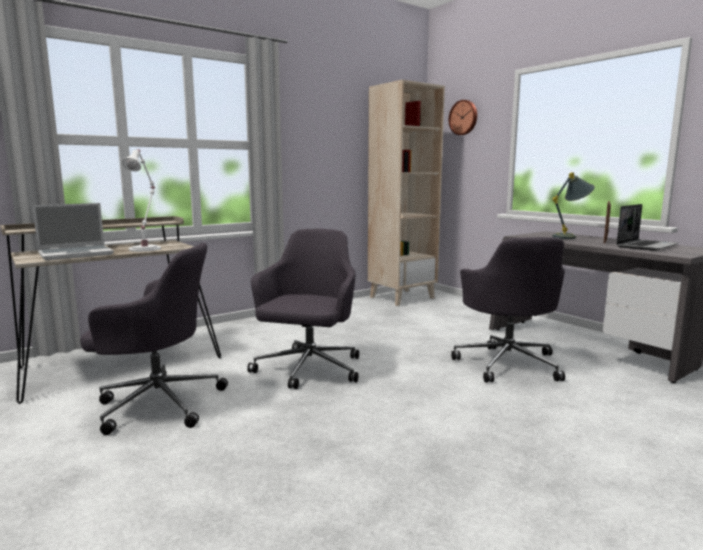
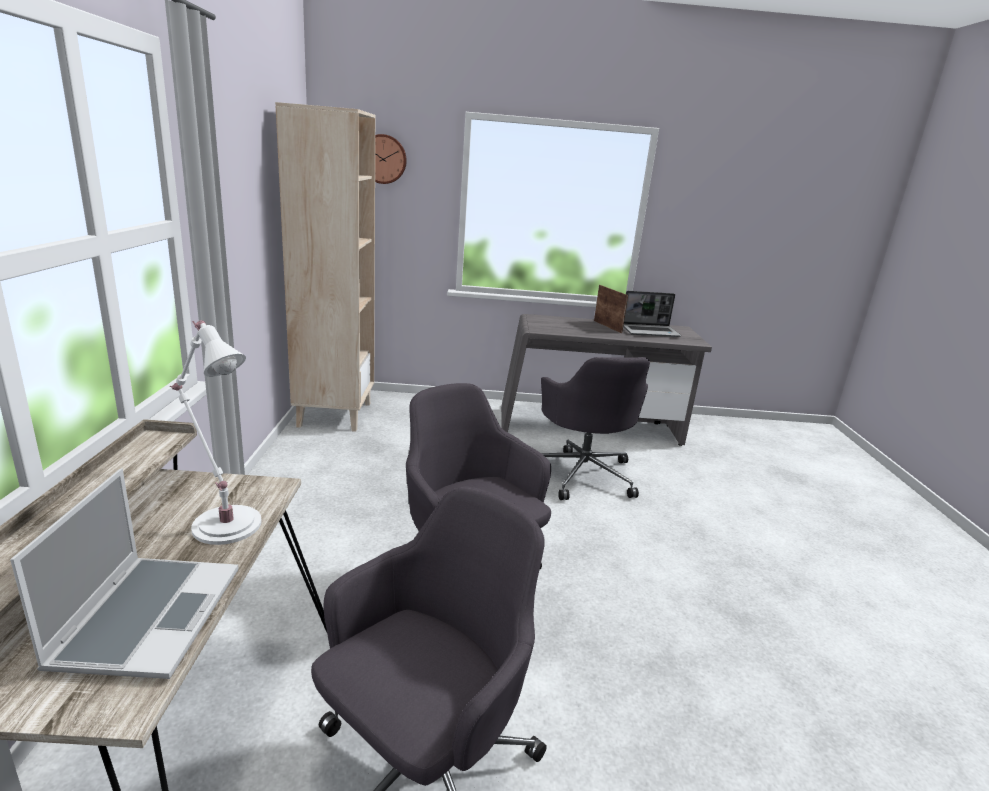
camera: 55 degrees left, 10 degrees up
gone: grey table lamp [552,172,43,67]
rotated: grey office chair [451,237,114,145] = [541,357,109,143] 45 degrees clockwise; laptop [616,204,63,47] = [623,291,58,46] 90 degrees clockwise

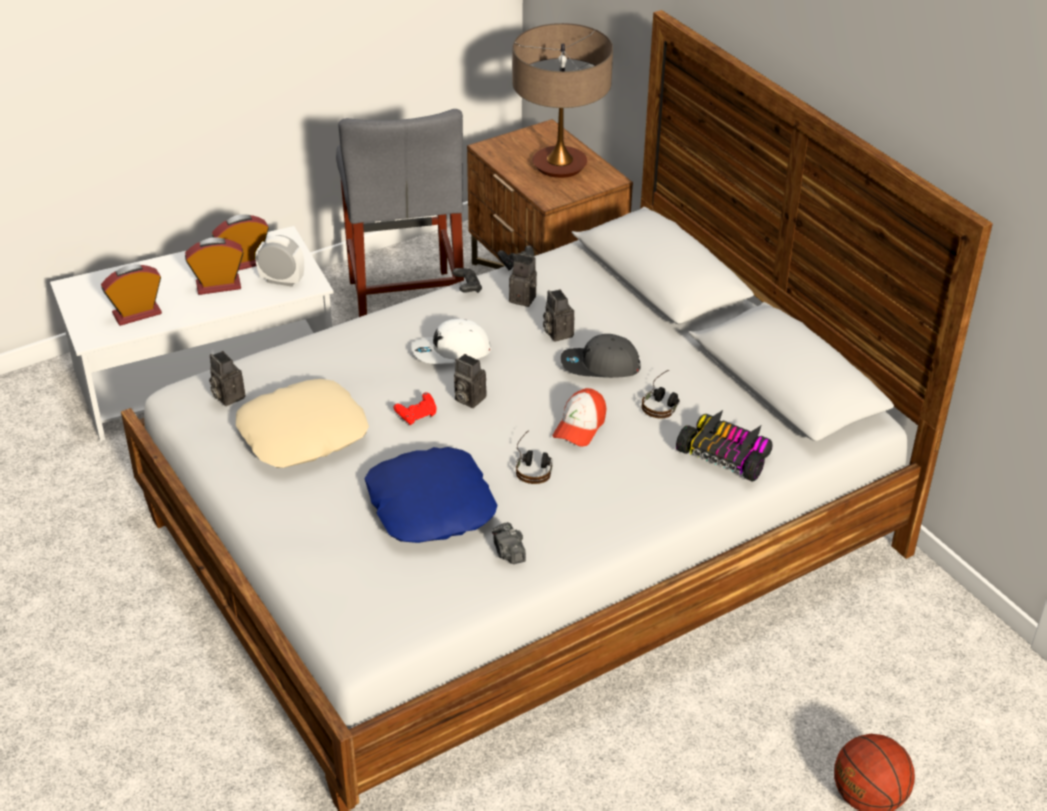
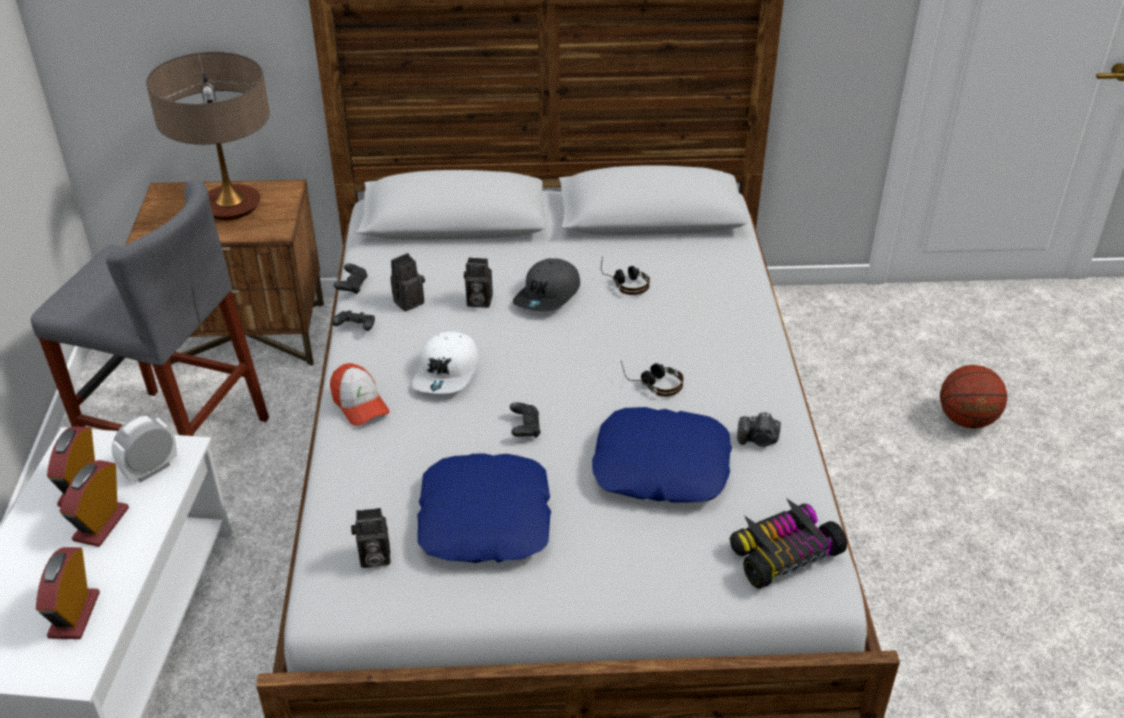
camera: 60 degrees left, 0 degrees up
gone: photo camera [454,354,33,54]
shifted: cap [553,388,53,59] to [330,363,60,63]; toy car [676,410,97,71] to [729,498,118,91]
repainted: beige pillow [236,379,133,89] to blue pillow [417,453,134,110]; red game controller [394,392,42,33] to black game controller [510,403,31,35]

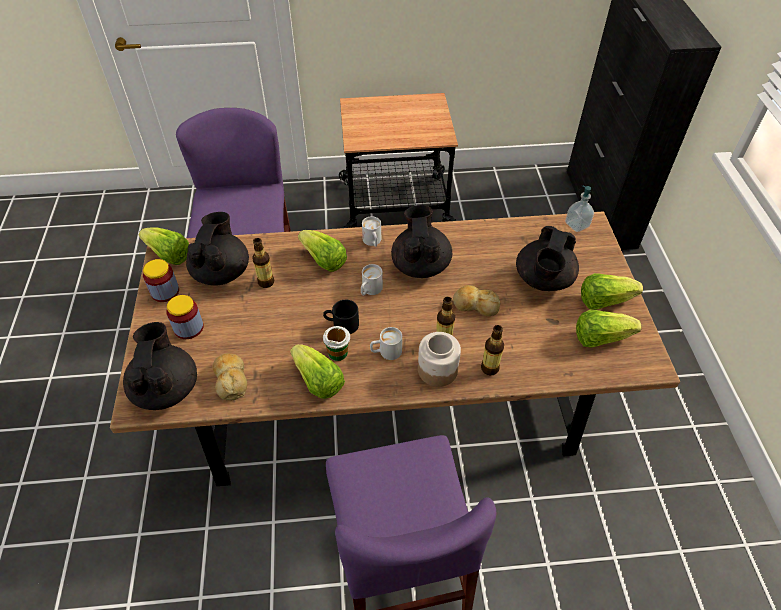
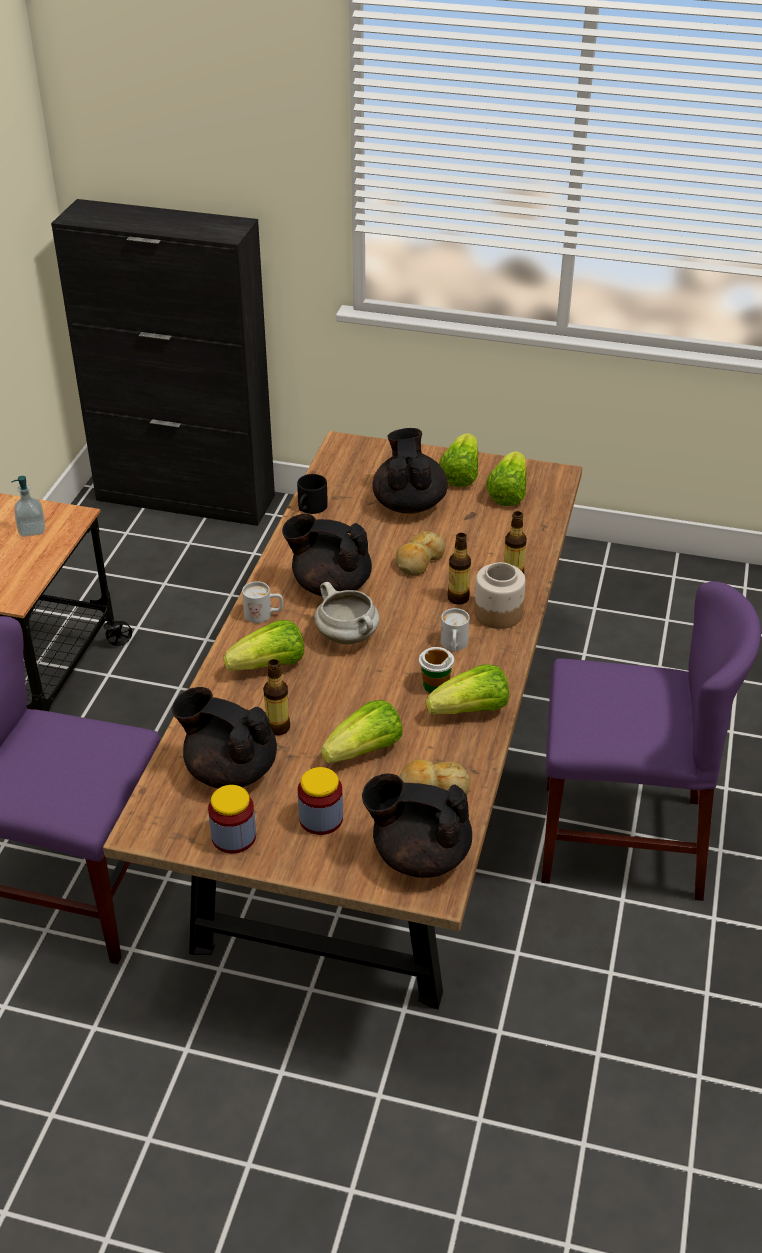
camera: 70 degrees left, 10 degrees down
shifted: lettuce [139,227,50,38] to [321,700,82,63]; black mug [323,300,36,34] to [297,474,31,40]; soap dispenser [565,185,29,47] to [11,476,34,61]
swapped: white mug [361,264,22,31] to white cooking pot [314,582,66,62]
rotated: black teapot [516,226,63,65] = [373,428,75,86] 135 degrees counterclockwise

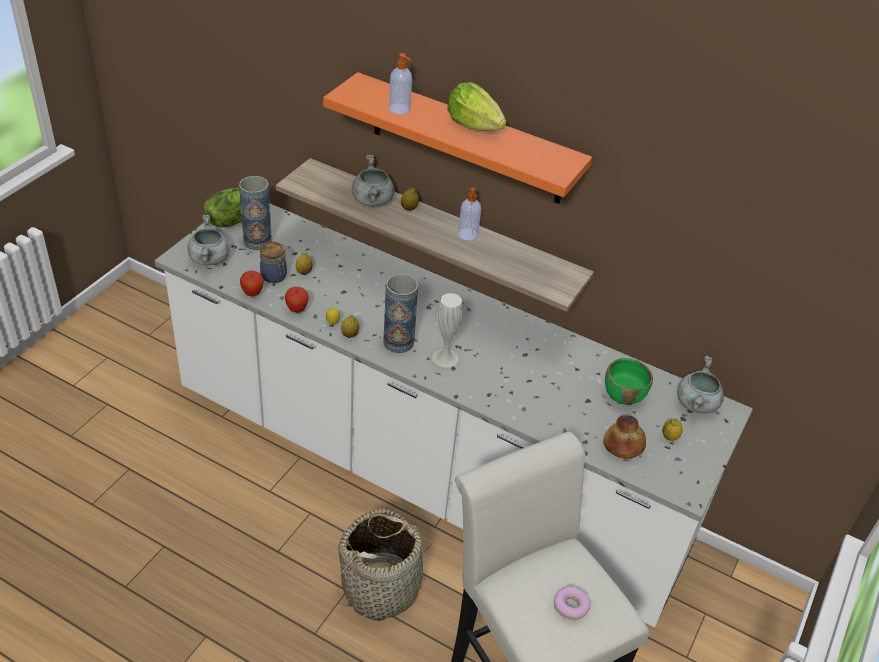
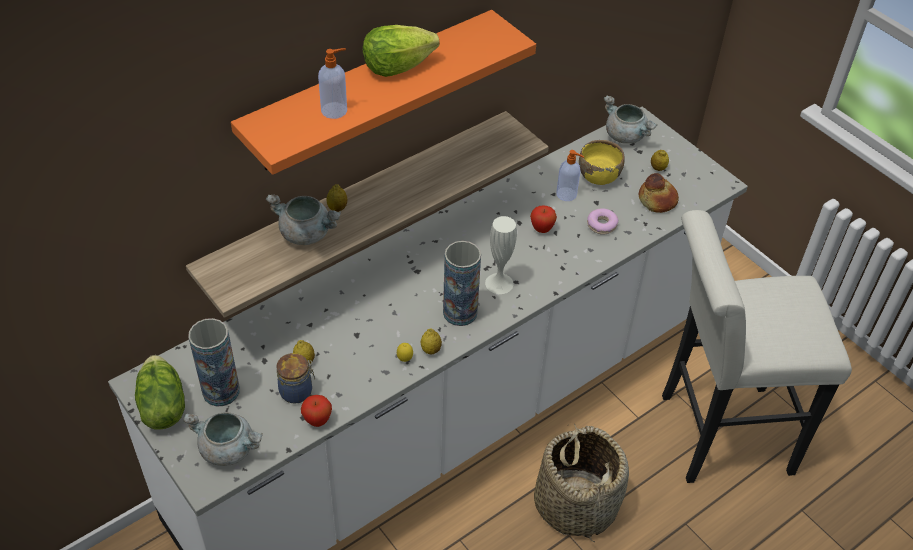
camera: 65 degrees left, 5 degrees up
shifted: apple [285,287,24,26] to [530,205,27,28]; soap dispenser [458,187,23,53] to [556,150,28,51]; donut [554,586,37,34] to [587,208,32,27]
repainted: green bowl [605,358,48,47] to yellow bowl [579,140,46,45]

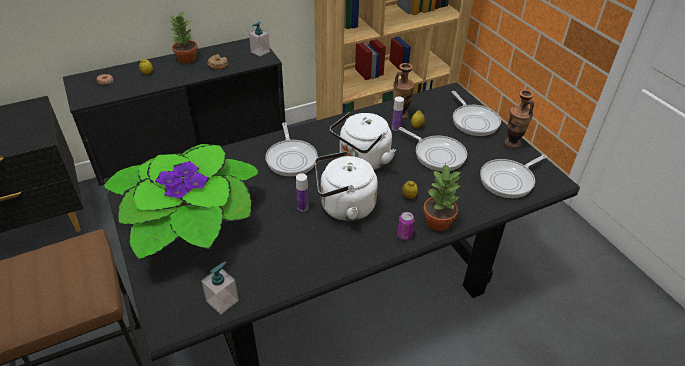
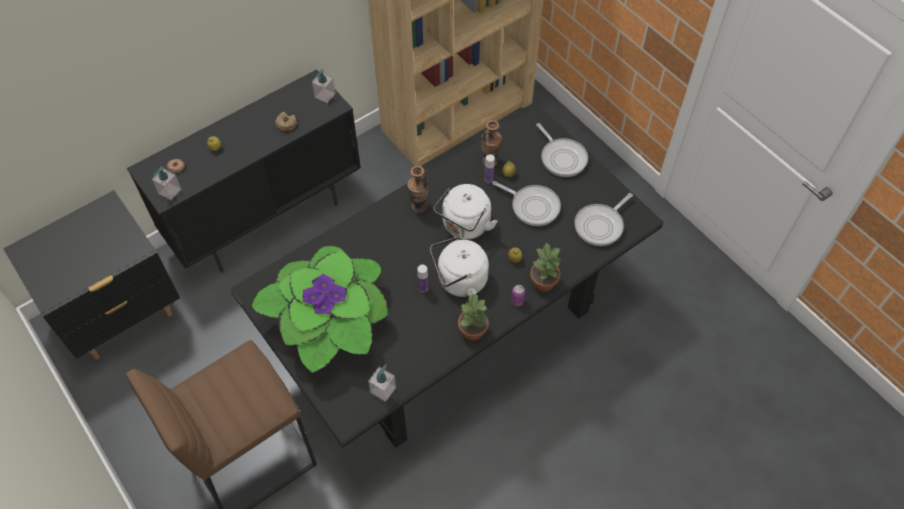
camera: 10 degrees left, 15 degrees up
gone: frying pan [265,123,53,53]
new: soap dispenser [152,166,29,34]
shifted: potted plant [168,12,30,52] to [458,293,31,48]; vase [504,89,30,60] to [407,166,22,47]

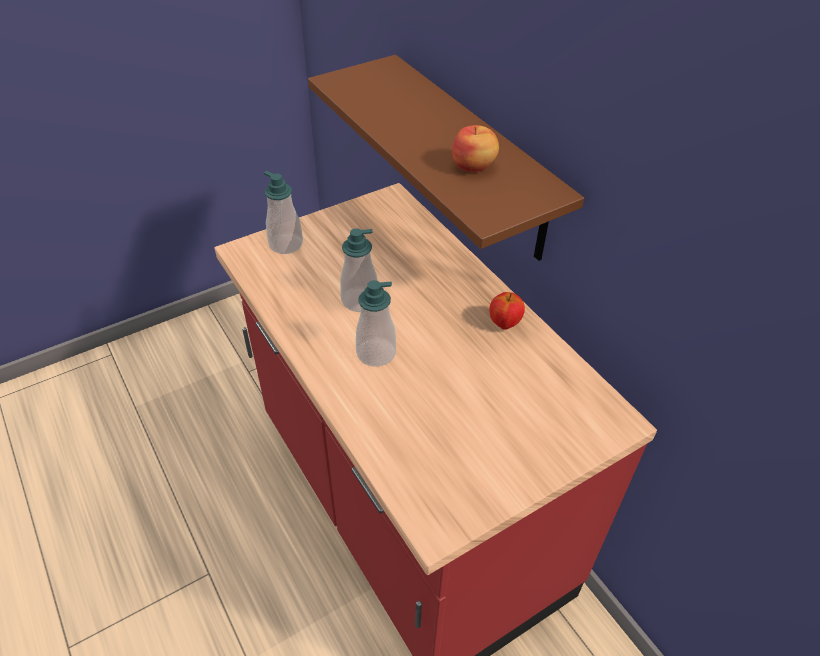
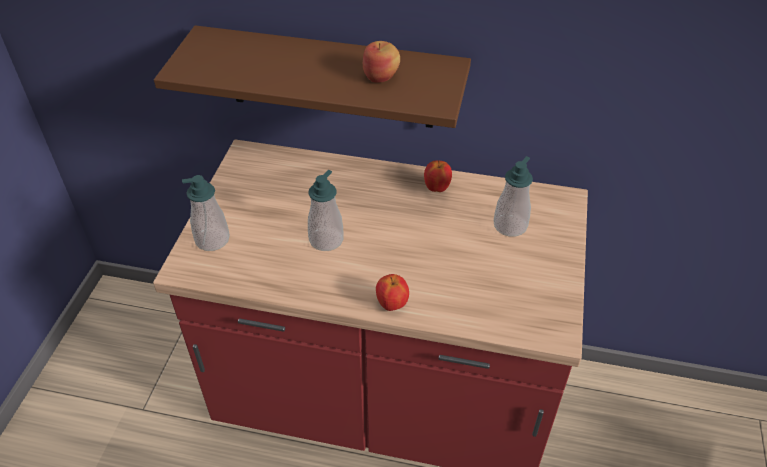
camera: 45 degrees left, 0 degrees up
new: apple [376,274,33,37]
shifted: soap dispenser [356,280,40,87] to [494,156,39,81]

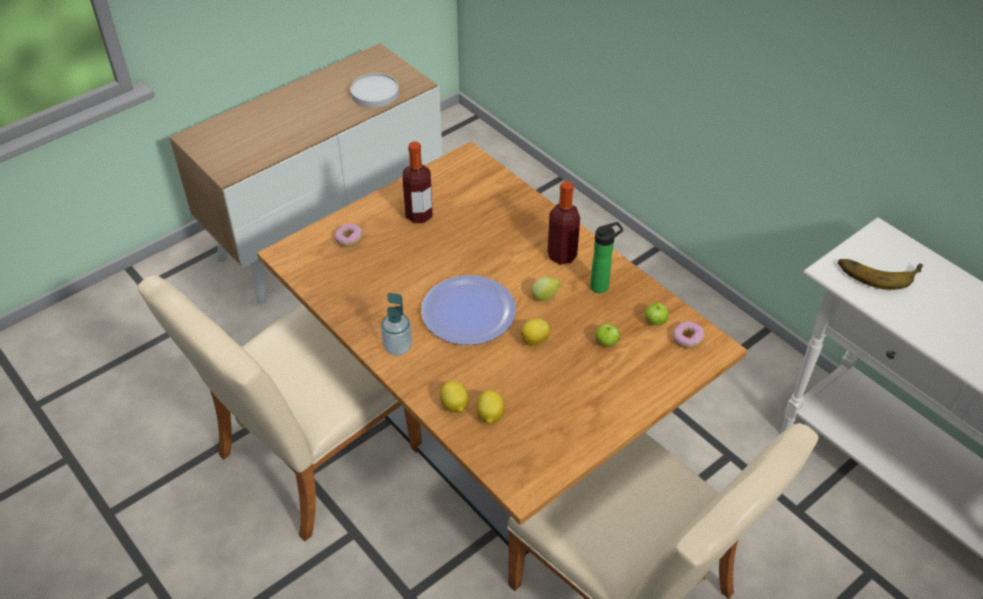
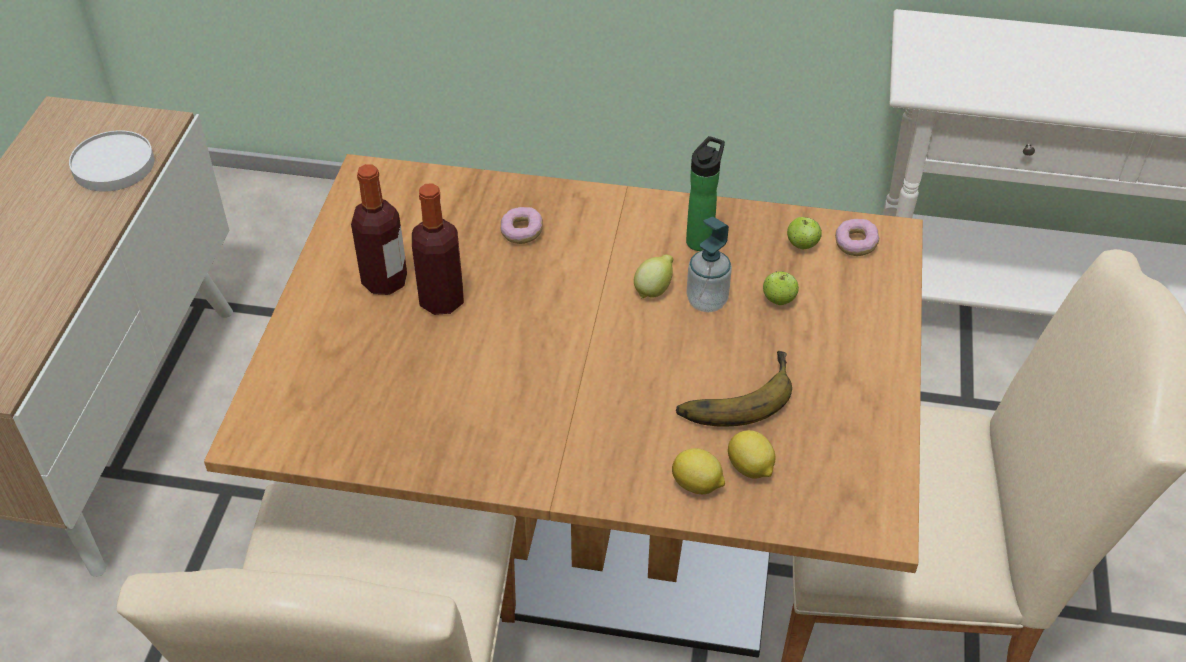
camera: 40 degrees left, 0 degrees up
gone: plate [421,275,95,70]; lemon [521,318,29,28]
shifted: donut [335,223,28,24] to [500,207,43,37]; soap dispenser [381,293,31,63] to [686,217,46,95]; bottle [548,181,32,83] to [412,183,52,132]; banana [838,259,85,31] to [676,351,116,76]

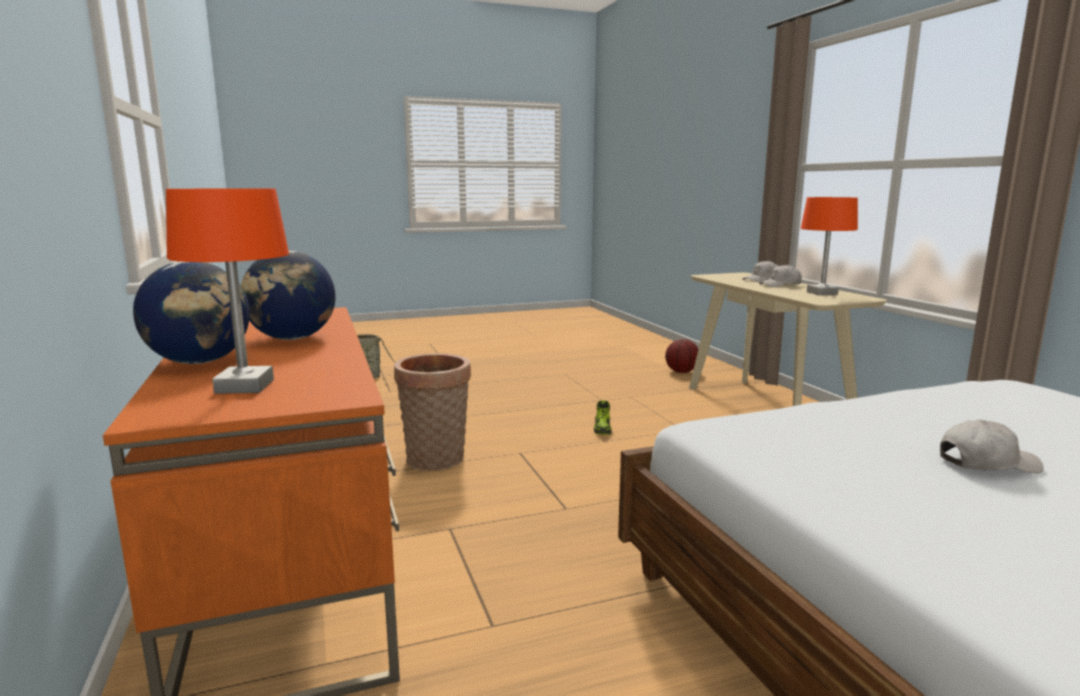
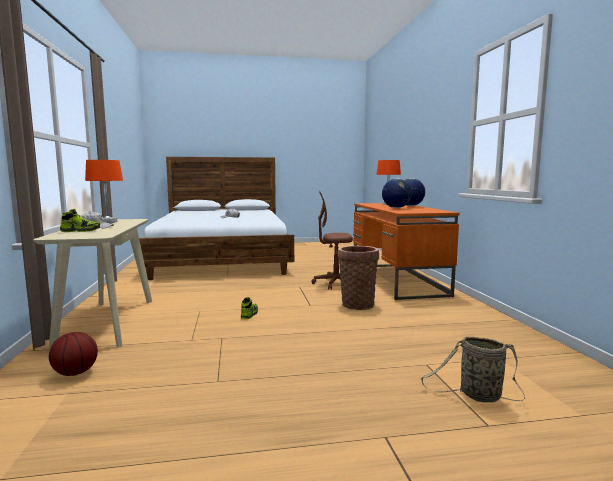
camera: 170 degrees left, 5 degrees down
new: brown office chair [312,191,41,99]
swapped: white cap [743,260,35,22] to shoe [60,208,40,24]

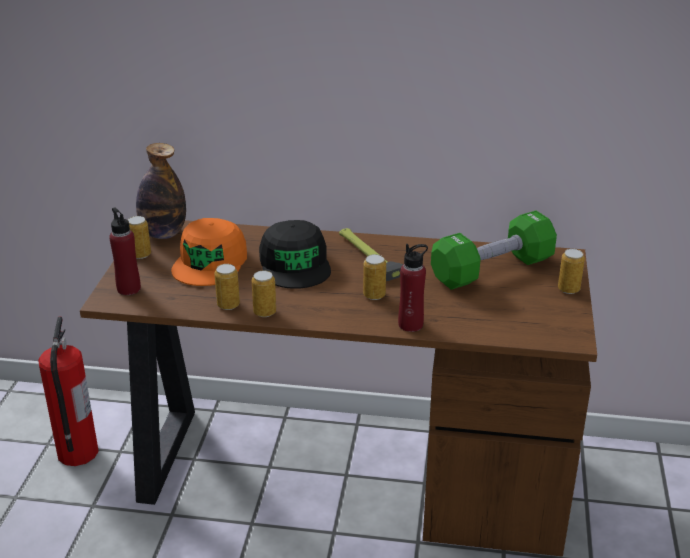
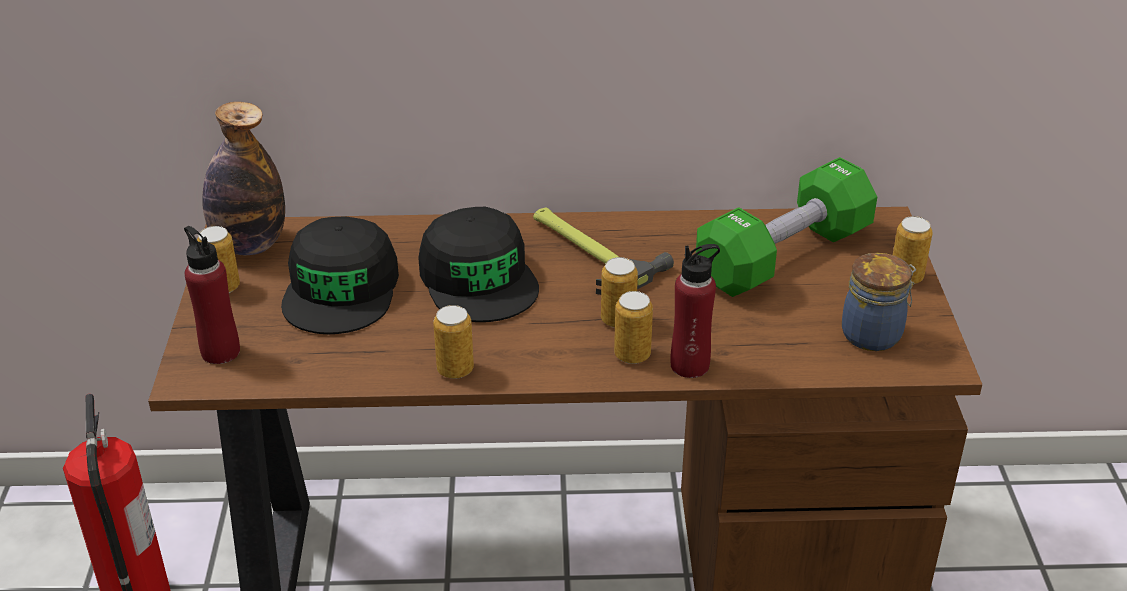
camera: 10 degrees left, 5 degrees up
new: jar [842,253,74,98]
shifted: can [214,264,26,46] to [614,291,39,73]
repainted: orange cap [171,218,76,68] to black cap [281,216,118,118]

